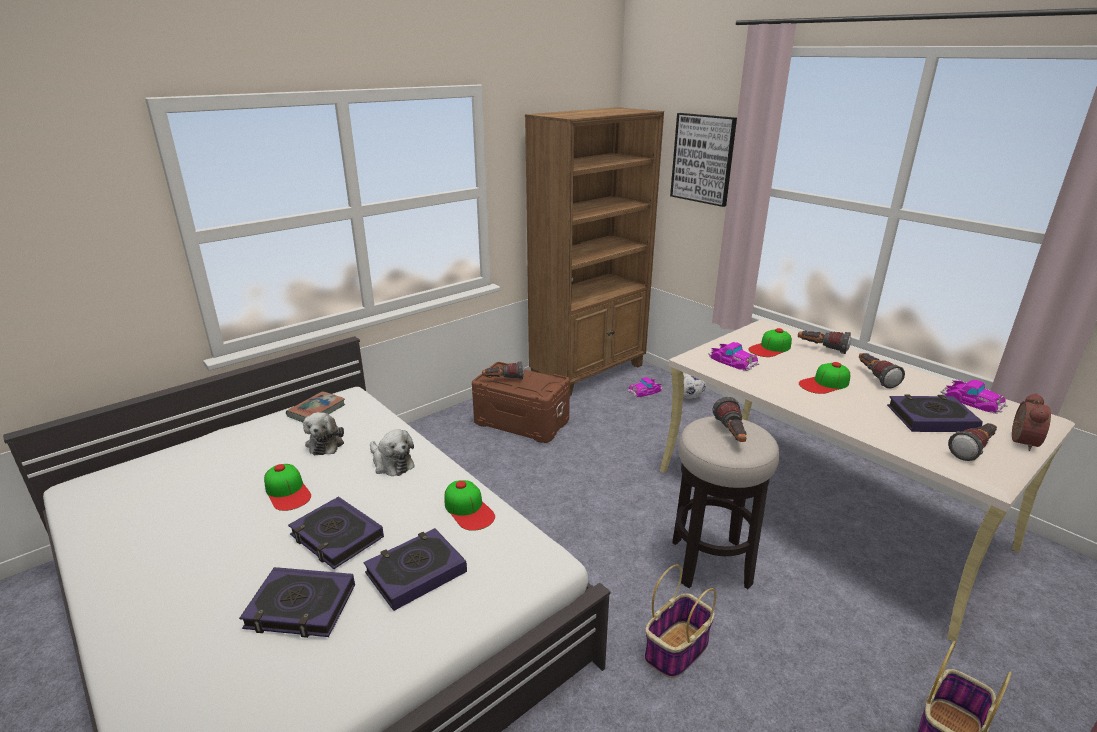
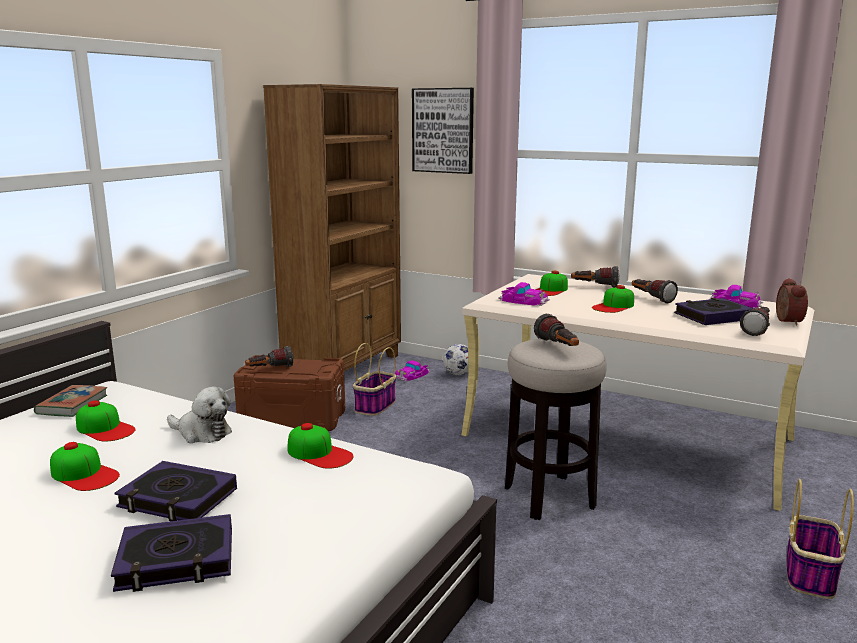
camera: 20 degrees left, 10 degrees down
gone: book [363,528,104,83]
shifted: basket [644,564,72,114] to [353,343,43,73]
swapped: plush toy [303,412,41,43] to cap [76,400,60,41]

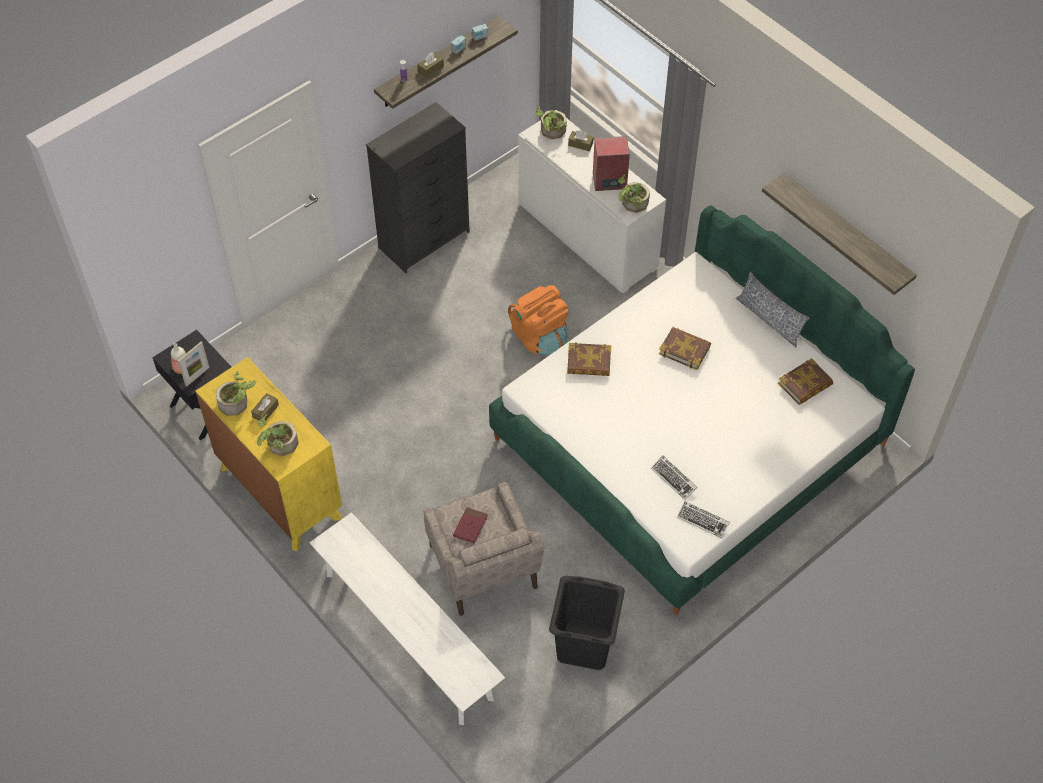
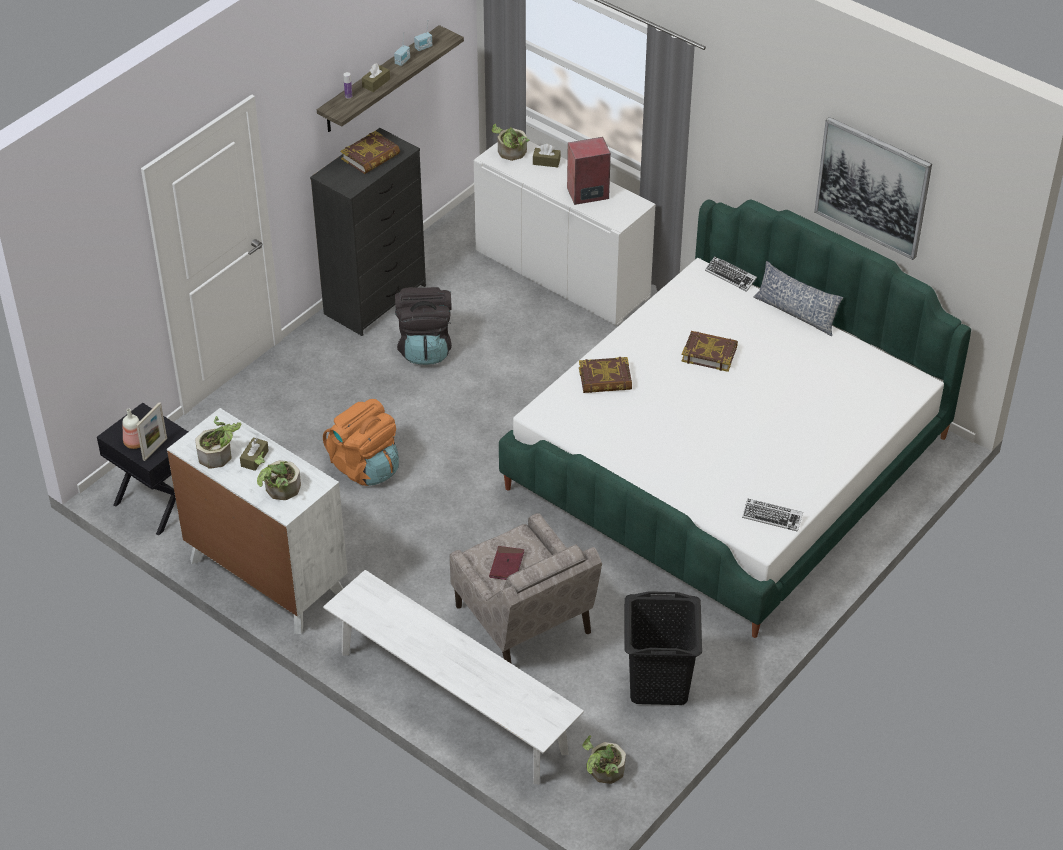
camera: 10 degrees left, 10 degrees down
new: black backpack [395,287,57,78]
shifted: orange backpack [508,285,60,71] to [323,399,76,87]; potted plant [618,174,32,39] to [582,735,44,49]; keyboard [651,456,46,44] to [705,256,52,36]; book [778,358,55,47] to [341,131,59,43]
swapped: shelf [762,173,155,122] to picture [814,117,118,143]
repainted: yellow dresser [196,357,146,194] to white dresser [167,408,181,226]

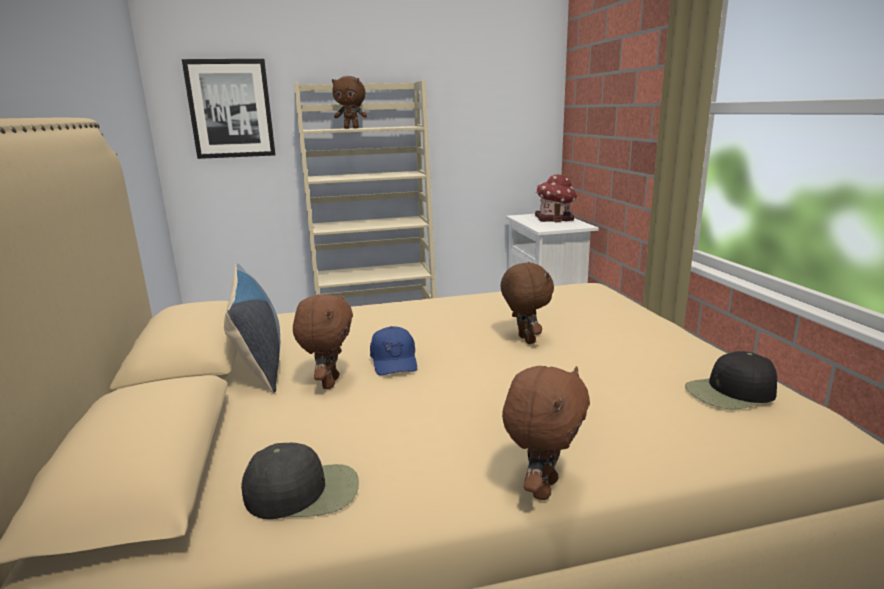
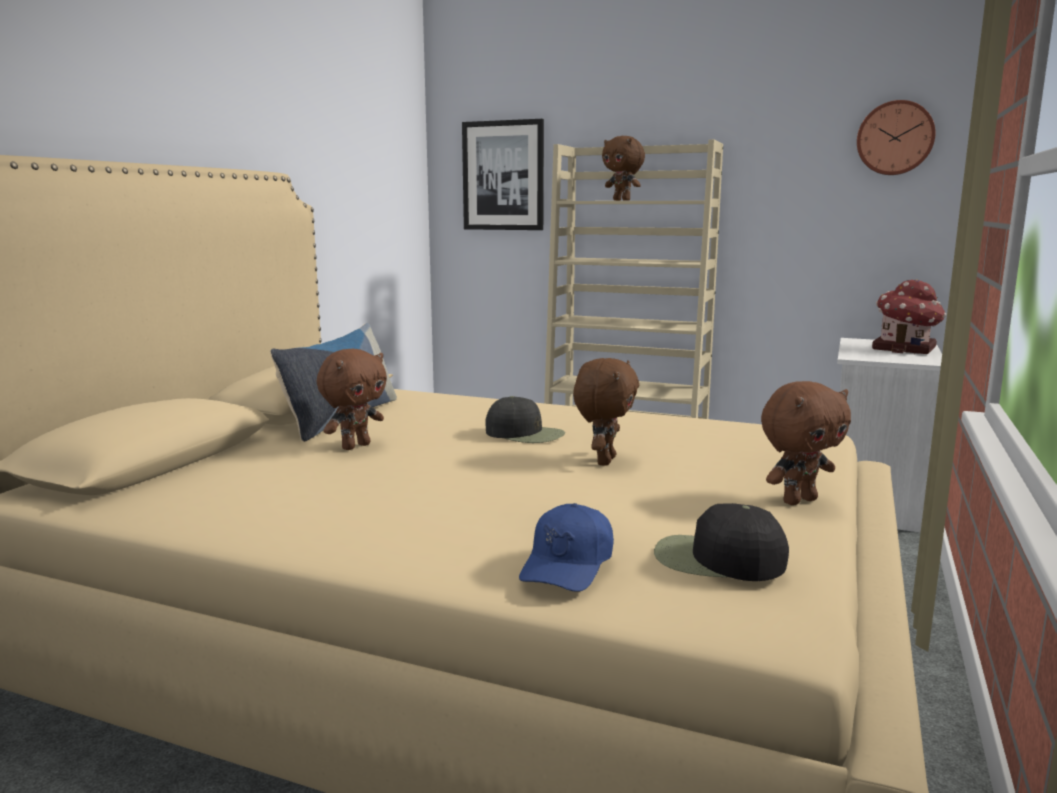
camera: 35 degrees right, 5 degrees down
new: wall clock [857,100,78,75]
shifted: black cap [241,442,118,77] to [485,396,80,47]; blue cap [370,326,47,49] to [519,503,95,88]; brown plush toy [502,366,88,134] to [761,381,90,124]

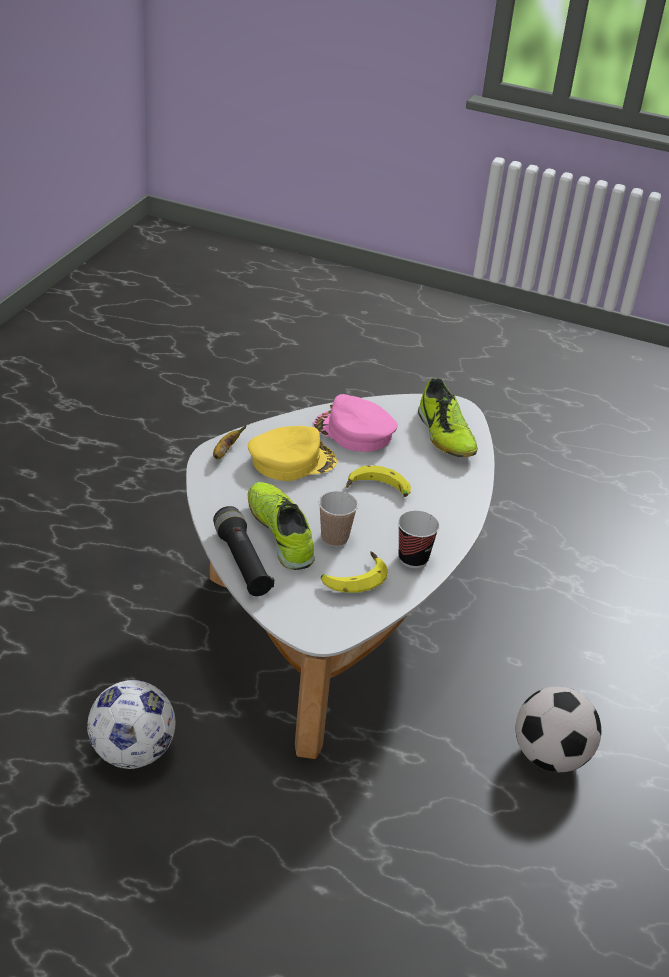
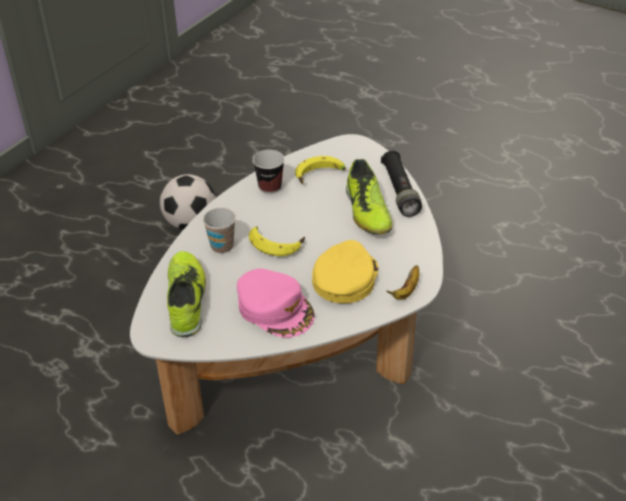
camera: 165 degrees left, 5 degrees up
gone: football [87,680,89,89]
shifted: cup [318,491,40,56] to [203,207,33,46]
rotated: yellow cap [248,426,89,55] = [312,240,66,63] 120 degrees clockwise

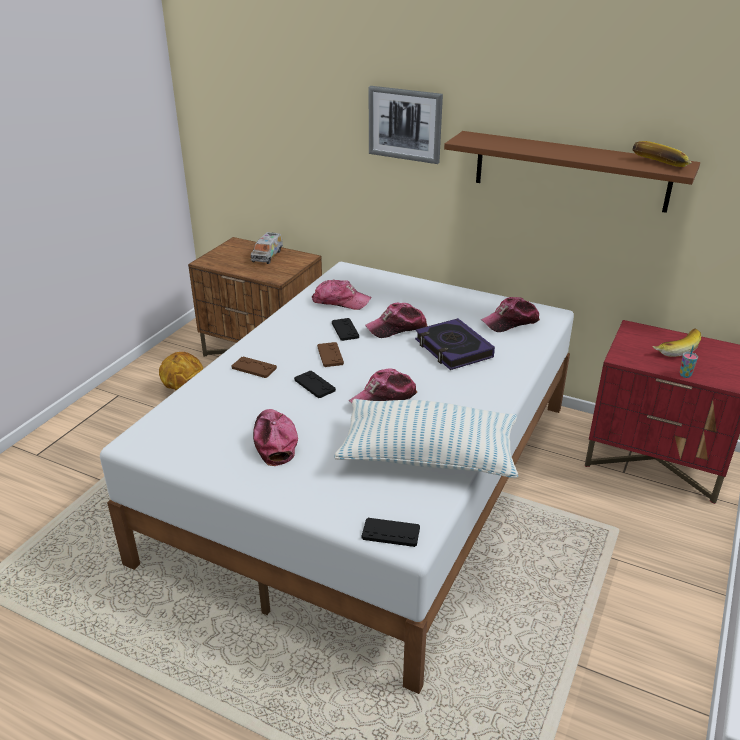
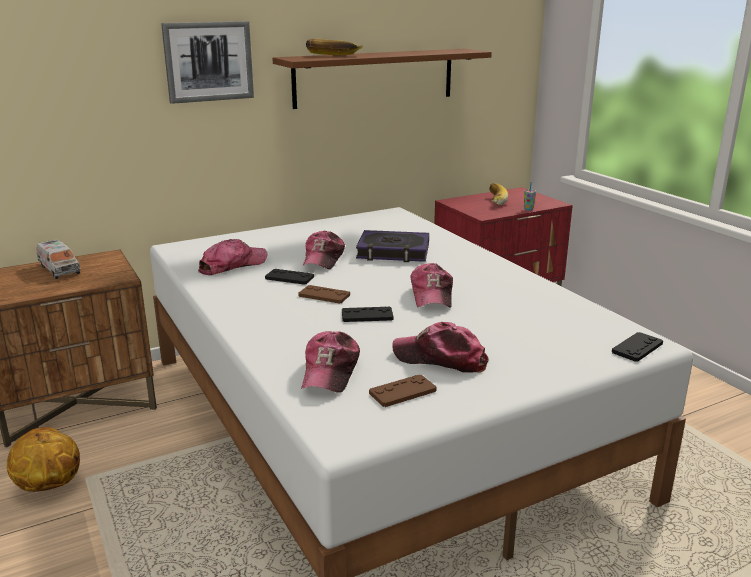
camera: 55 degrees left, 10 degrees down
gone: pillow [334,399,184,79]
shifted: brown game controller [231,357,46,21] to [369,374,68,33]; cap [481,297,59,35] to [301,331,59,62]; banana [632,141,60,26] to [306,39,57,16]

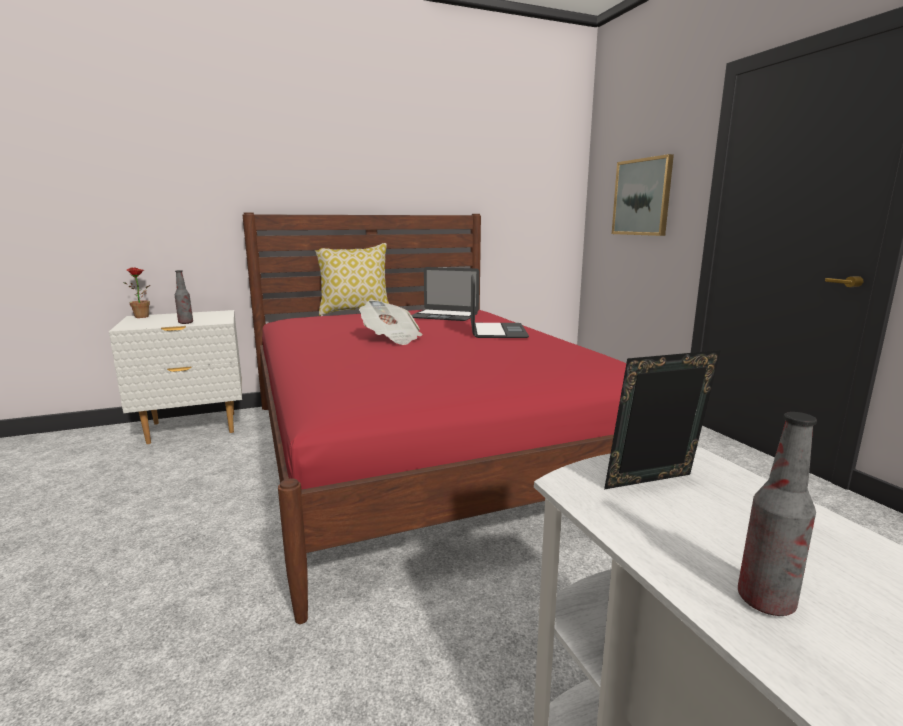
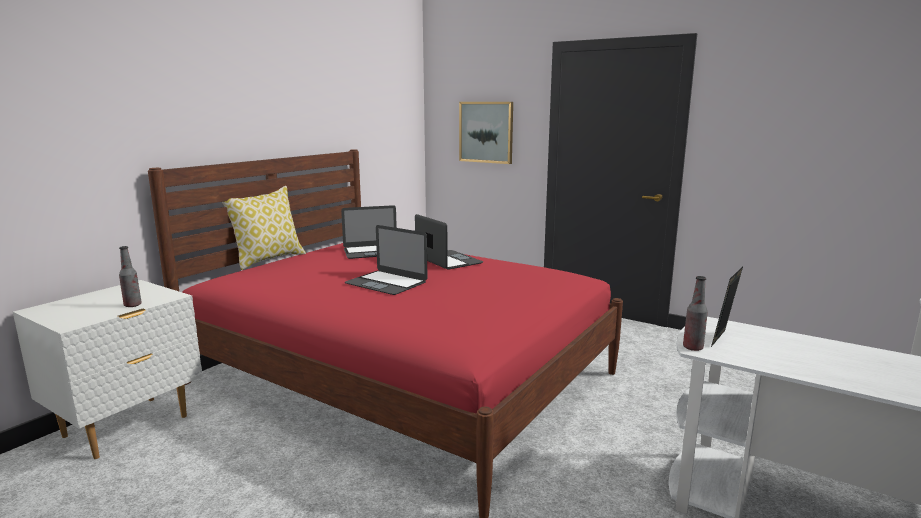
camera: 35 degrees left, 0 degrees up
gone: potted plant [123,268,27,50]
shifted: bottle [738,412,79,204] to [683,276,25,75]
swapped: newspaper [359,300,64,45] to laptop [345,225,83,70]

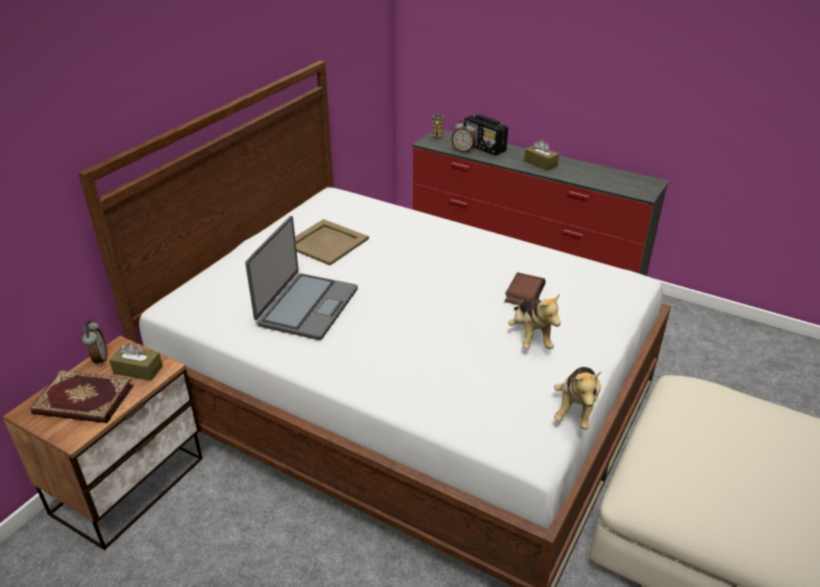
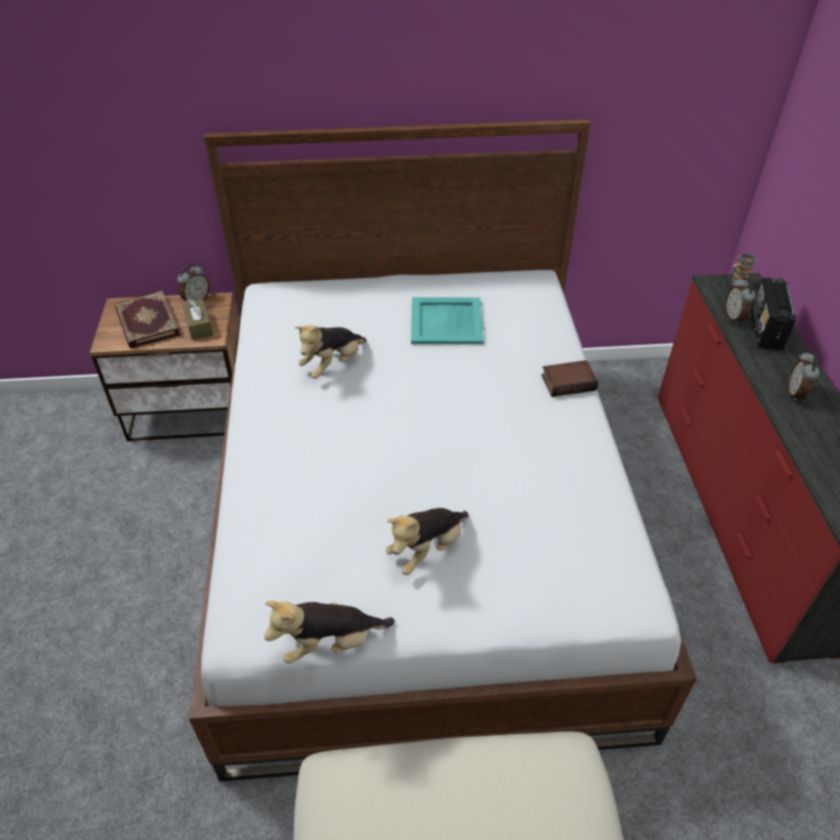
camera: 55 degrees right, 10 degrees up
shifted: book [504,272,42,33] to [541,360,57,37]
swapped: laptop [245,216,113,124] to plush toy [295,325,72,54]; brown tissue box [524,139,35,32] to alarm clock [787,352,33,49]
repainted: beige tray [295,219,74,46] to turquoise tray [411,297,73,47]

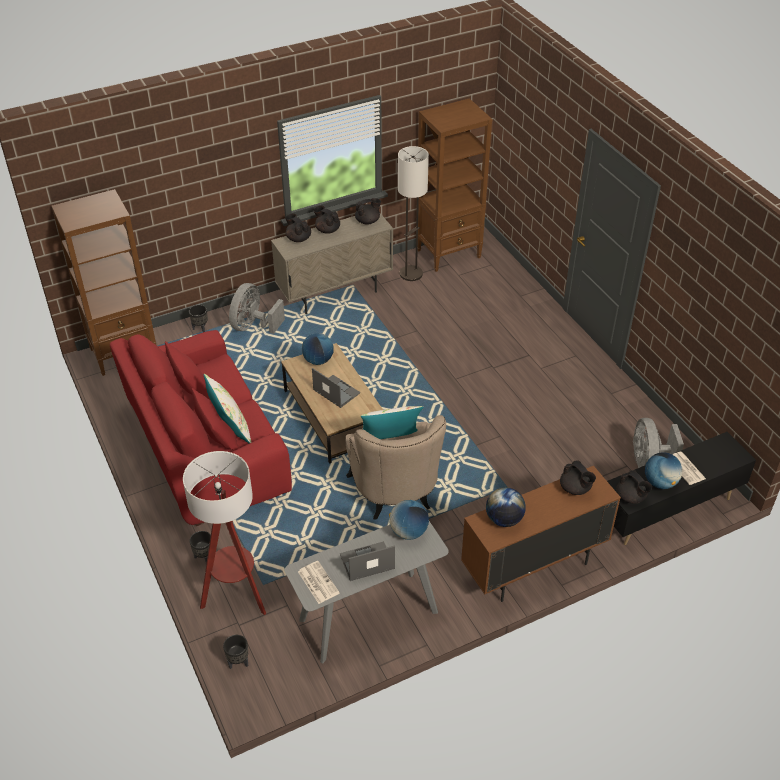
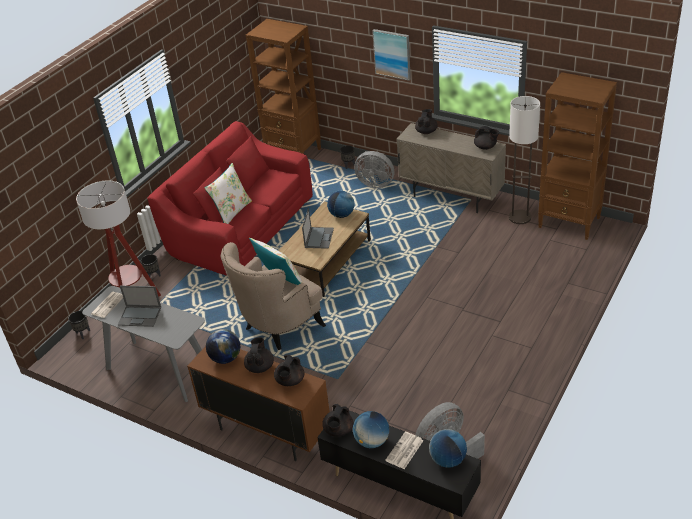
camera: 60 degrees right, 5 degrees down
new: picture [372,29,39,52]
shifted: black teapot [314,206,26,28] to [244,337,30,36]; globe [389,500,40,40] to [429,429,38,39]
rotated: grey fan [229,283,56,51] = [354,151,41,37] 150 degrees counterclockwise; laptop [340,541,55,40] = [118,286,43,41] 150 degrees clockwise

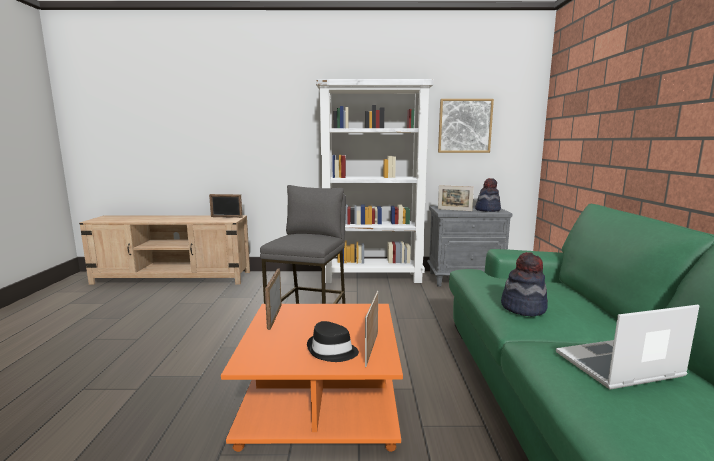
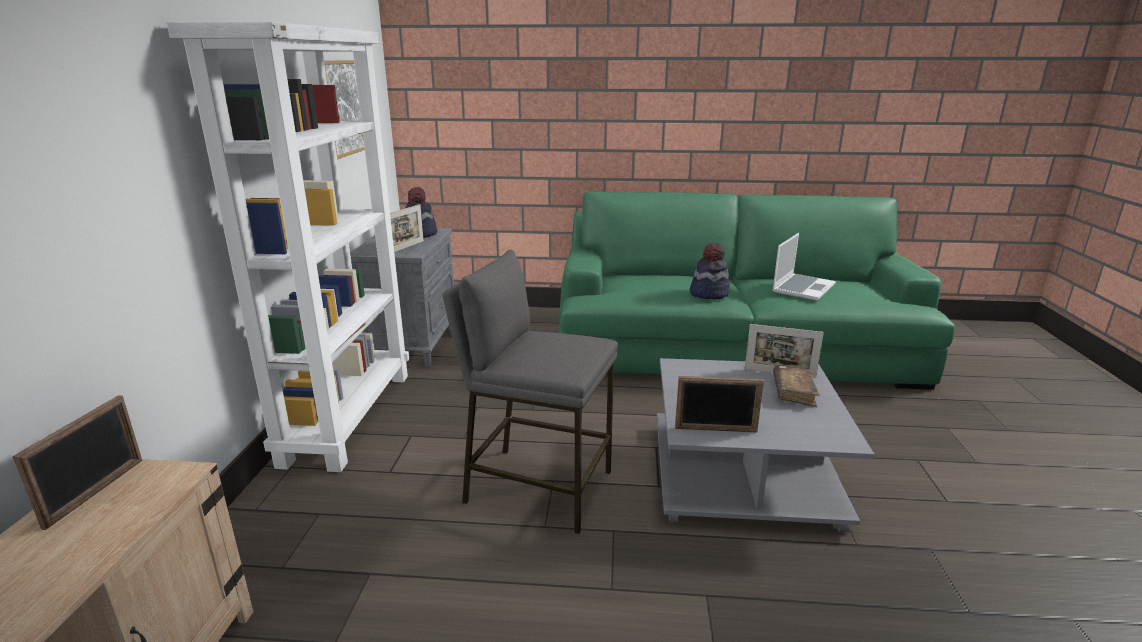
camera: 85 degrees left, 10 degrees up
swapped: black hat [307,321,52,41] to brown book [773,365,47,42]
repainted: orange coffee table [221,304,182,148] to grey coffee table [657,358,217,174]
rotated: laptop [556,305,143,85] = [772,233,64,68] 135 degrees counterclockwise

